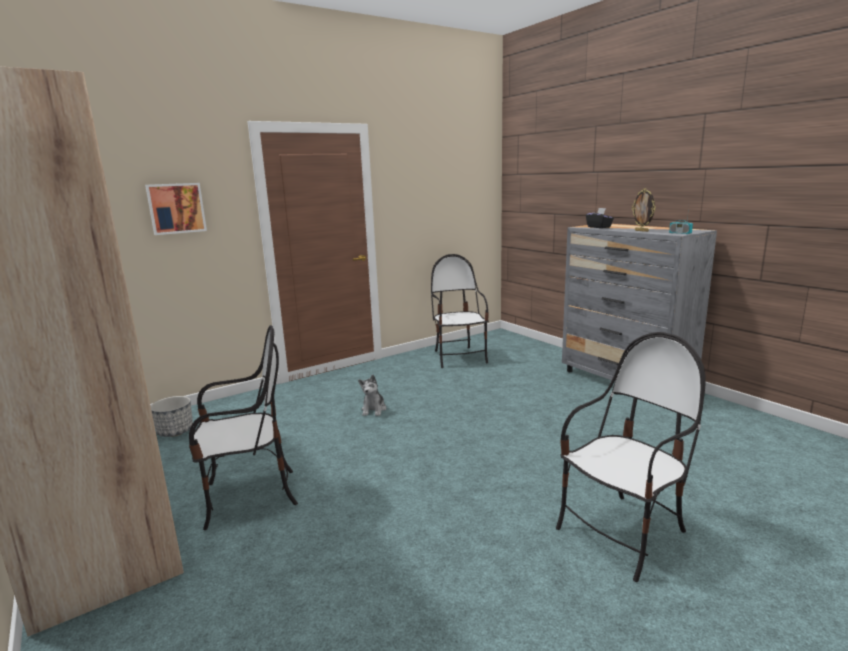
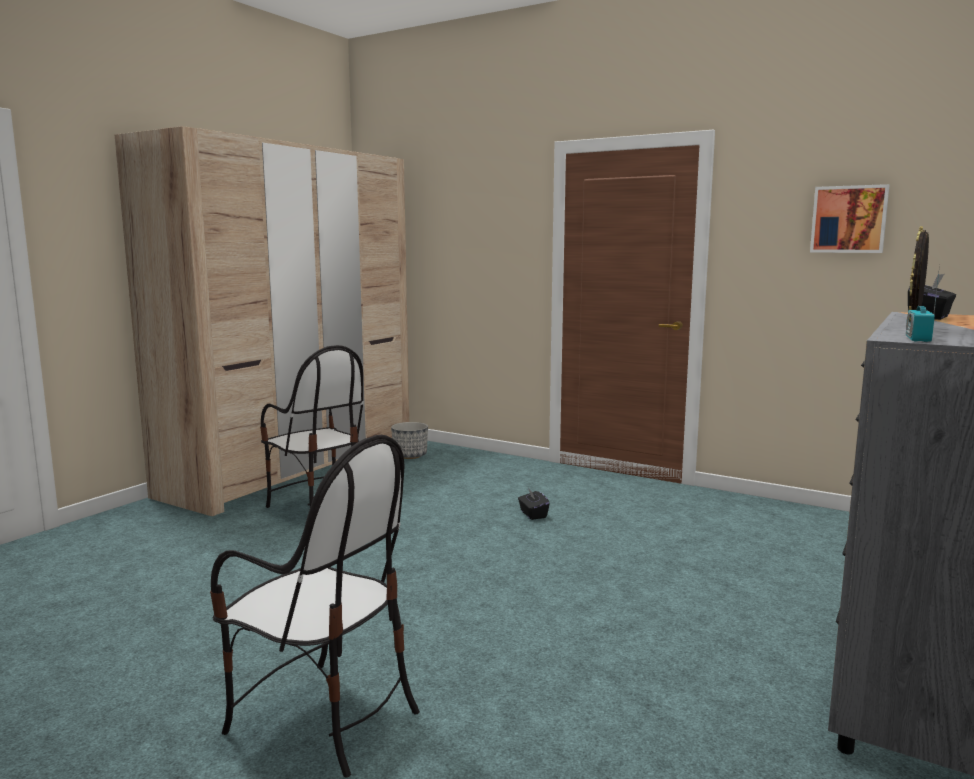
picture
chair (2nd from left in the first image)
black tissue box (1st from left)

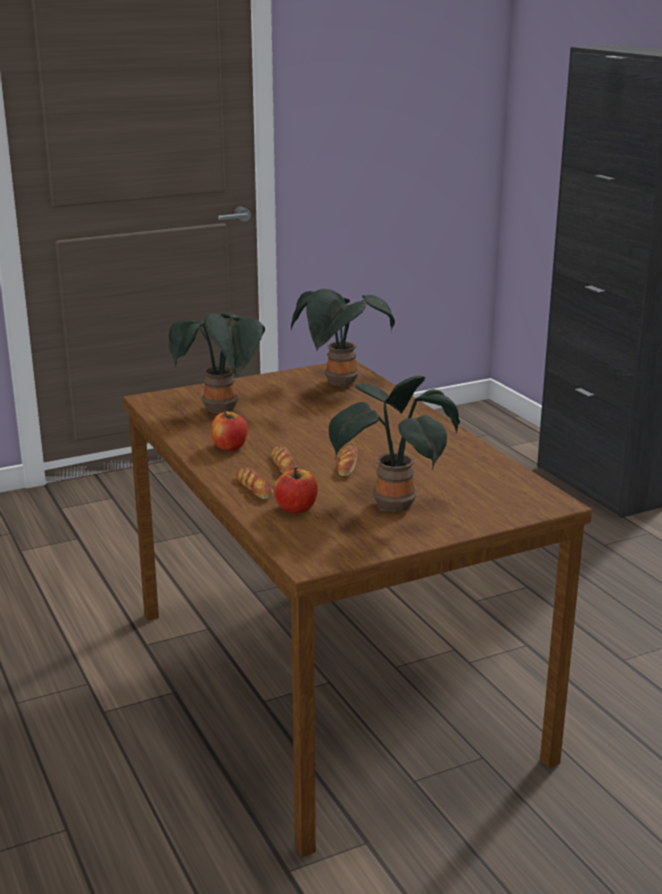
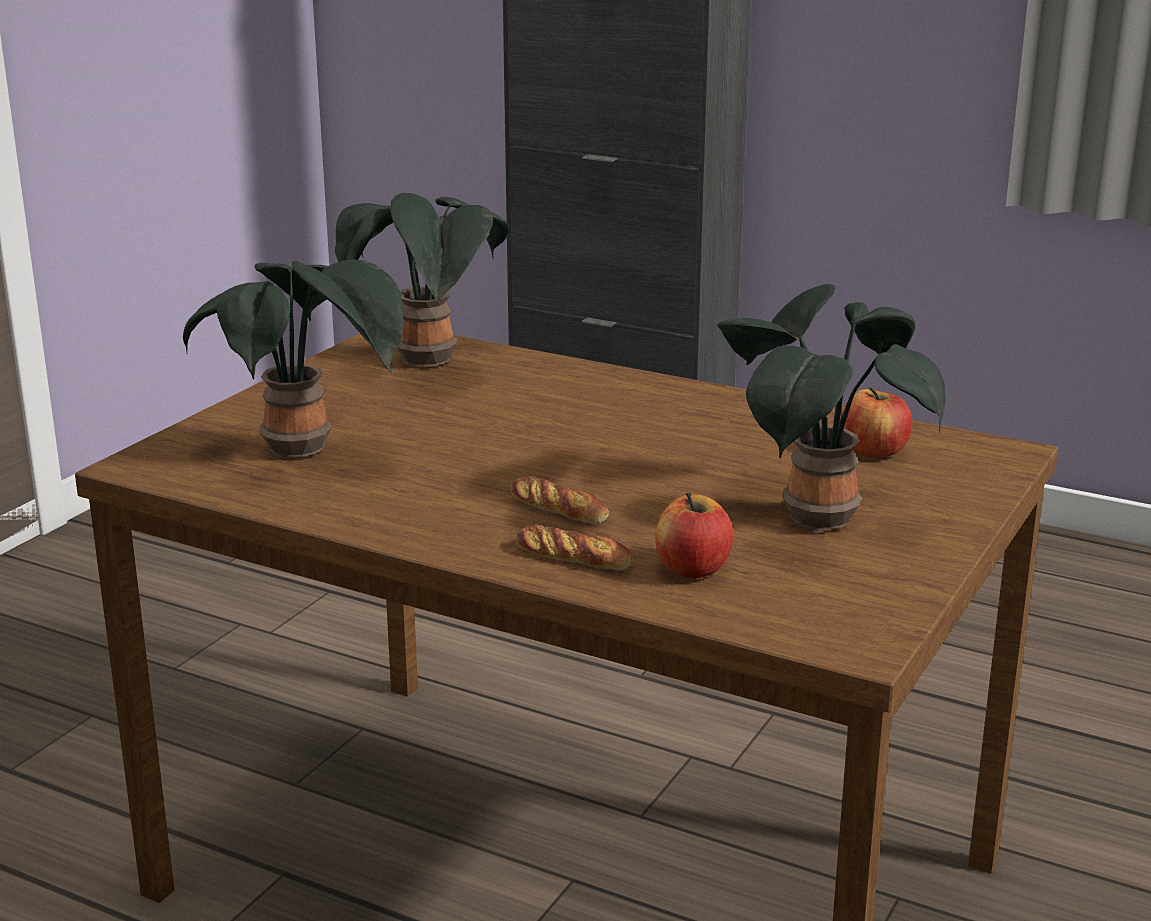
apple (2nd from left)
bread (3rd from left in the first image)

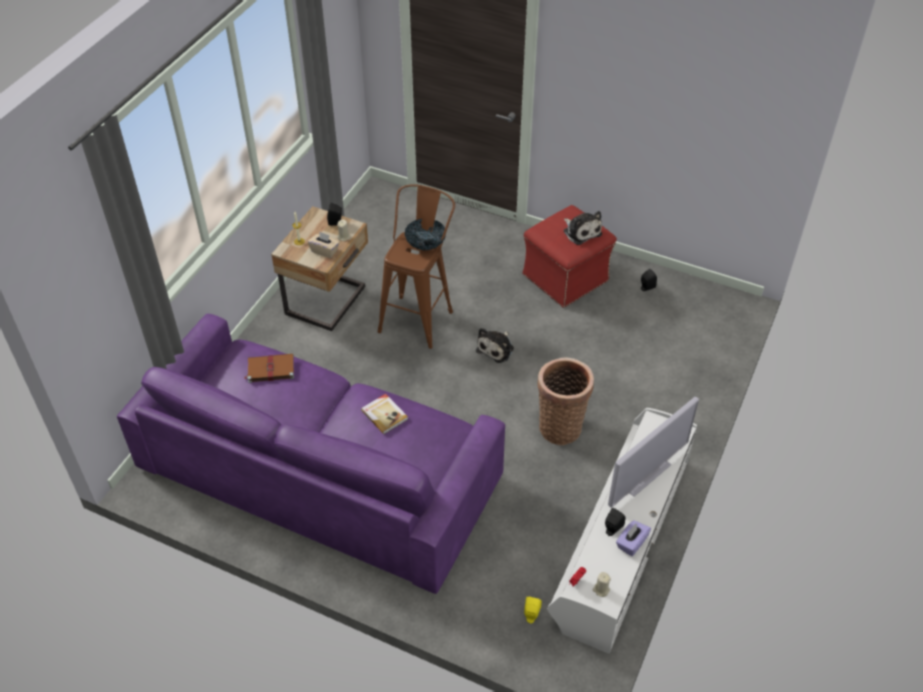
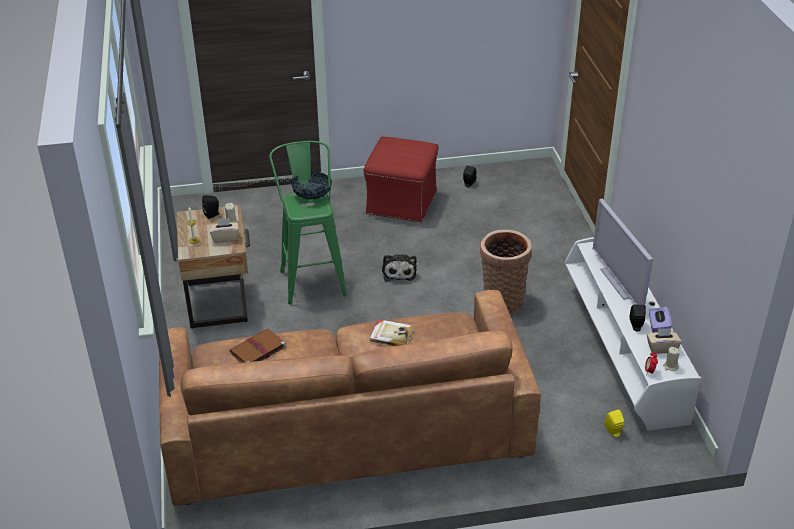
green stool
plush toy (2nd from left in the first image)
brown sofa
television
beige tissue box (2nd from left)

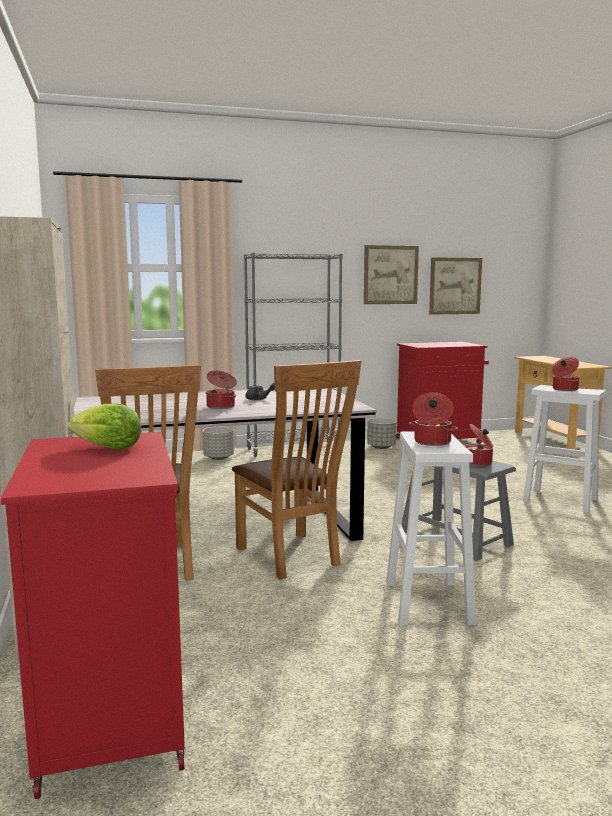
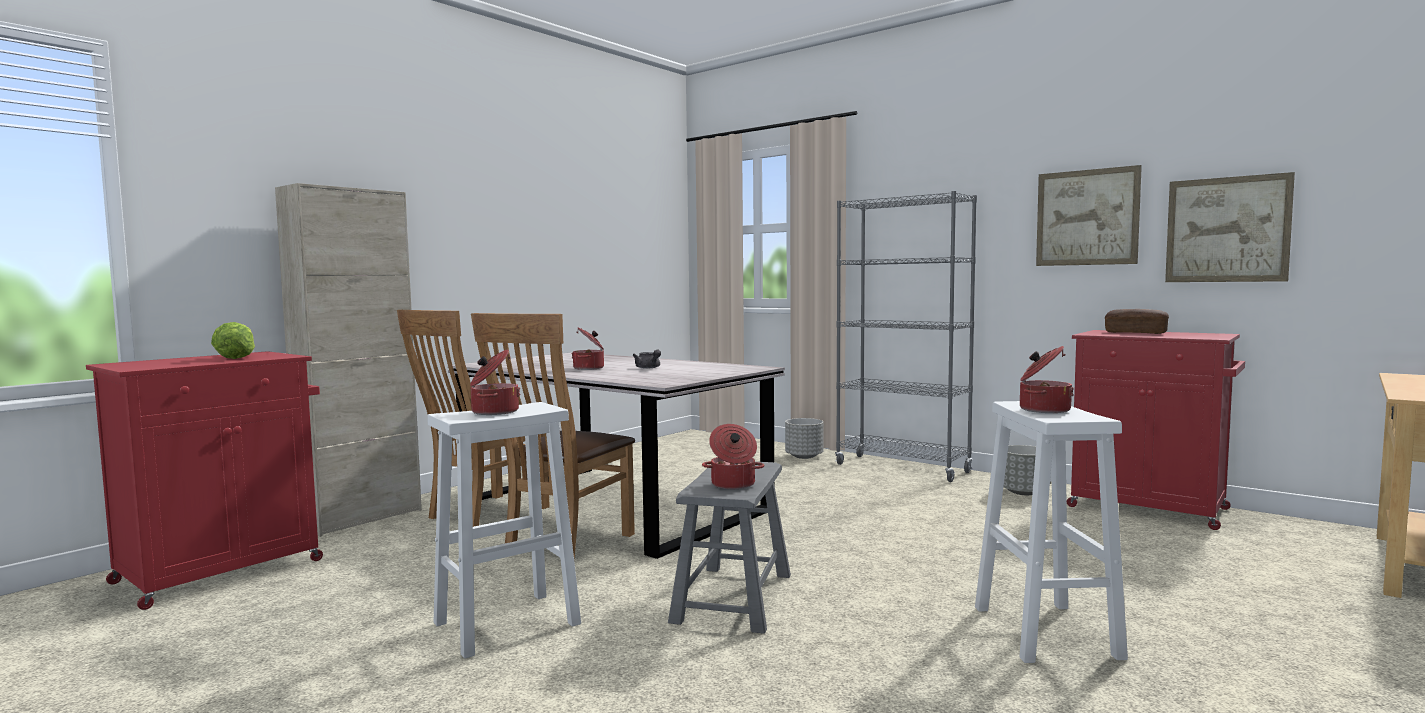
bread

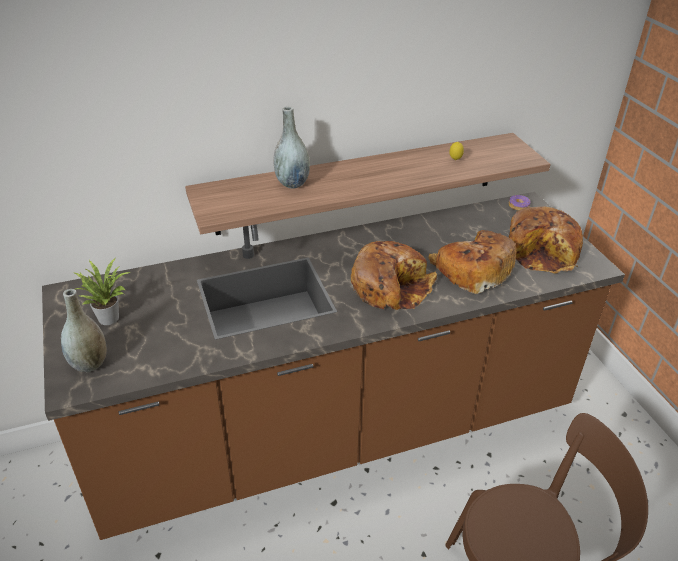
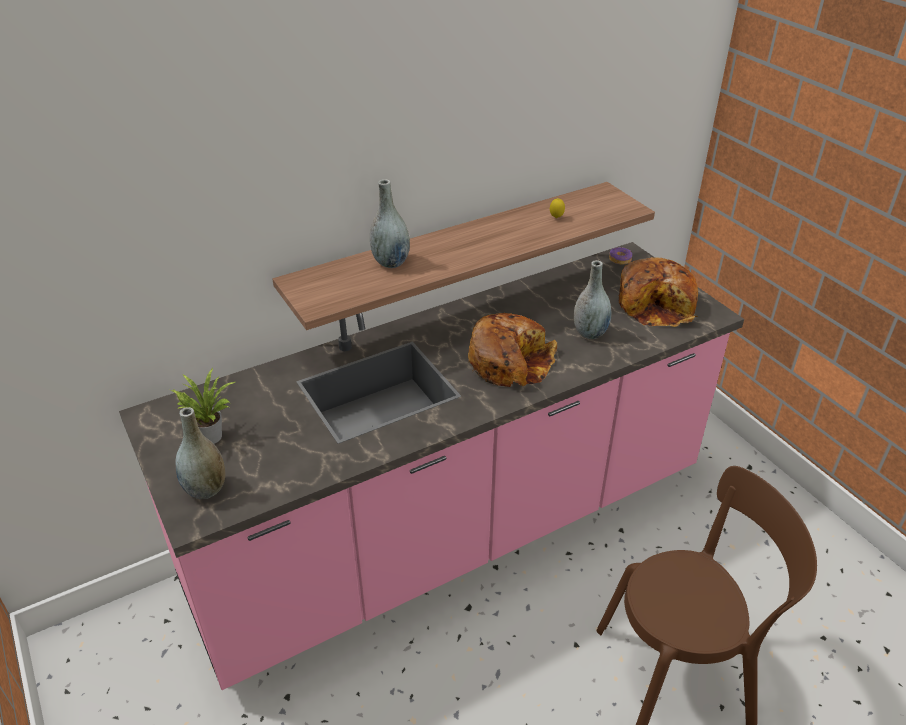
pink counter
grey vase (3rd from left)

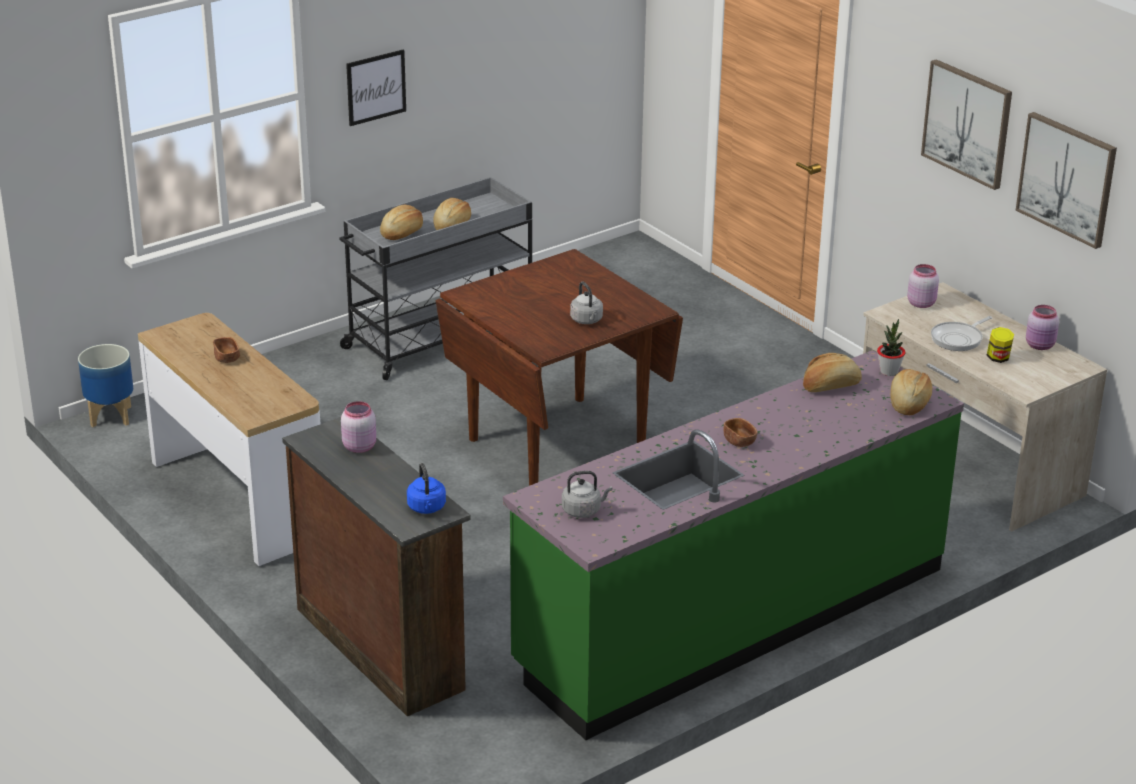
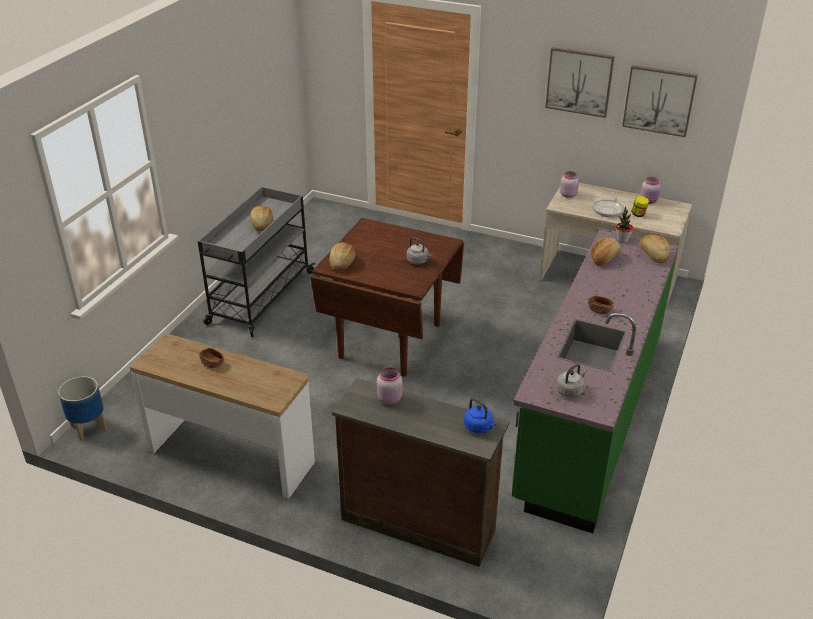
picture (1st from left in the first image)
bread (2nd from left)

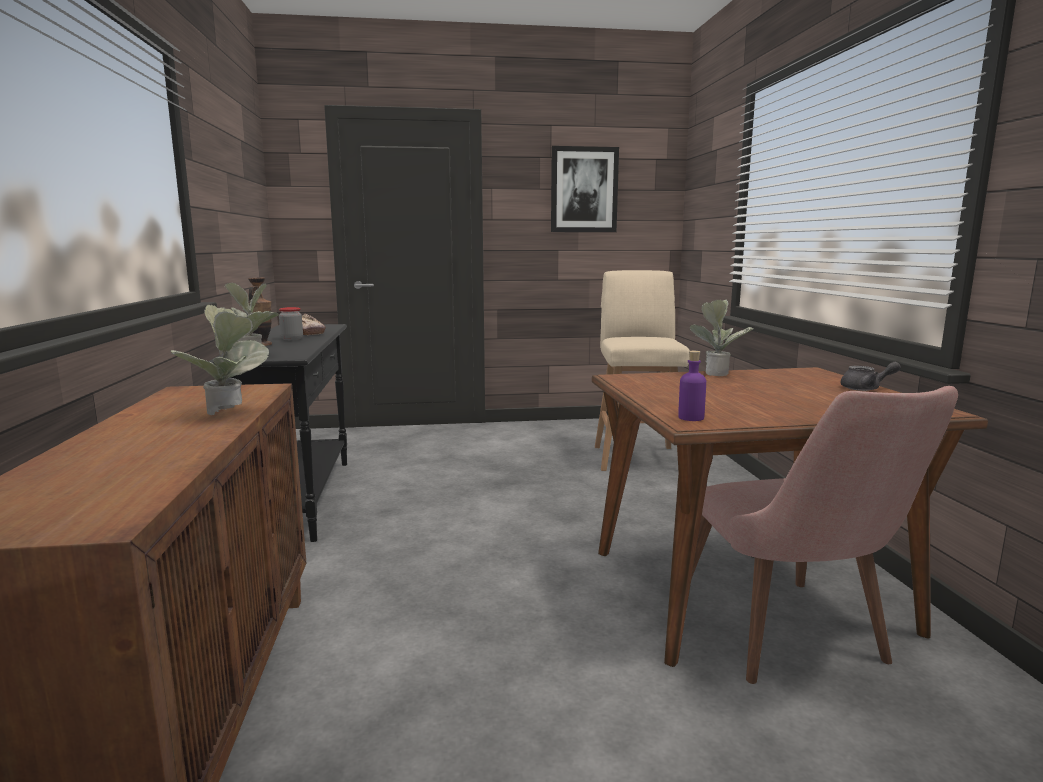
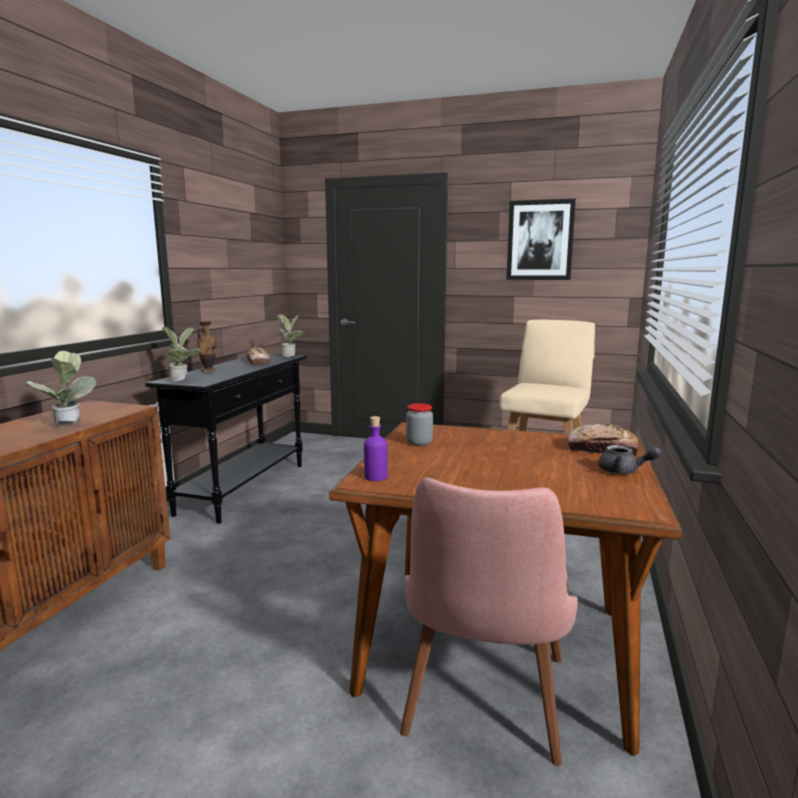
potted plant (3rd from left)
jar
bread (2nd from left)

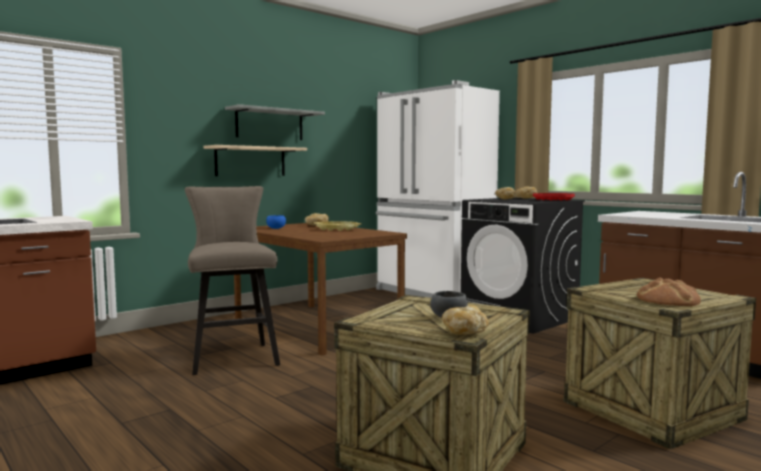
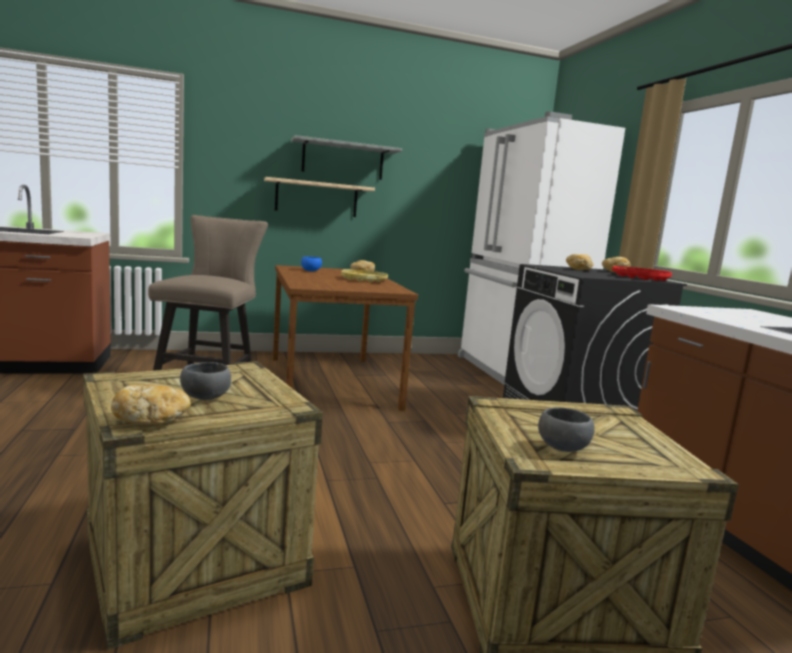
grey bowl (2nd from left)

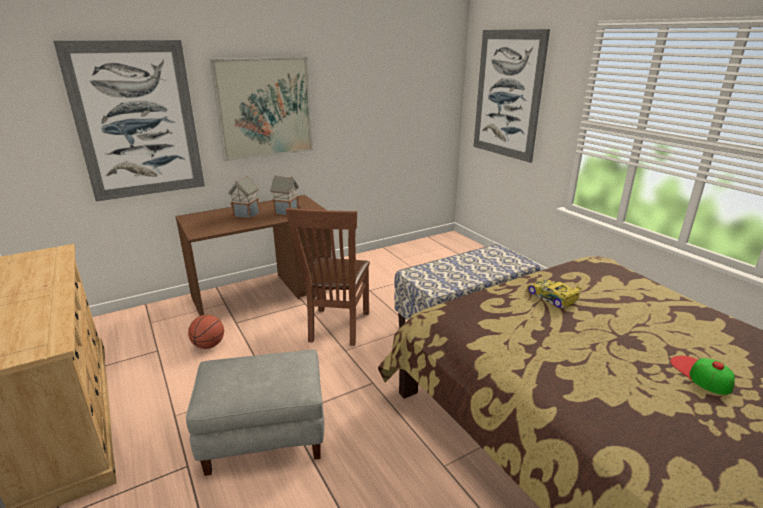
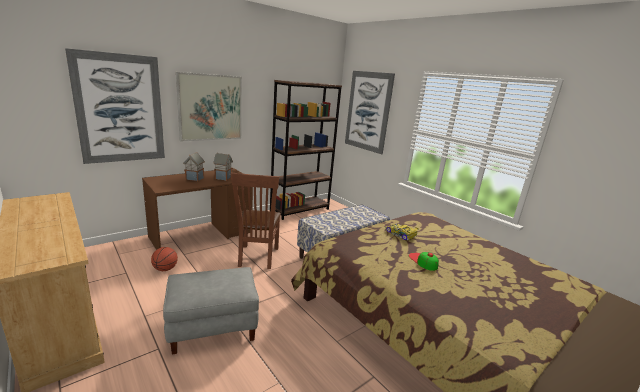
cap
brown bookcase

